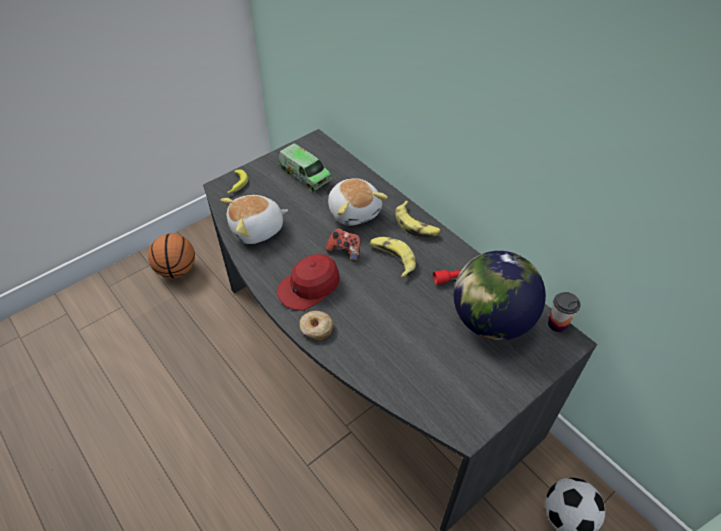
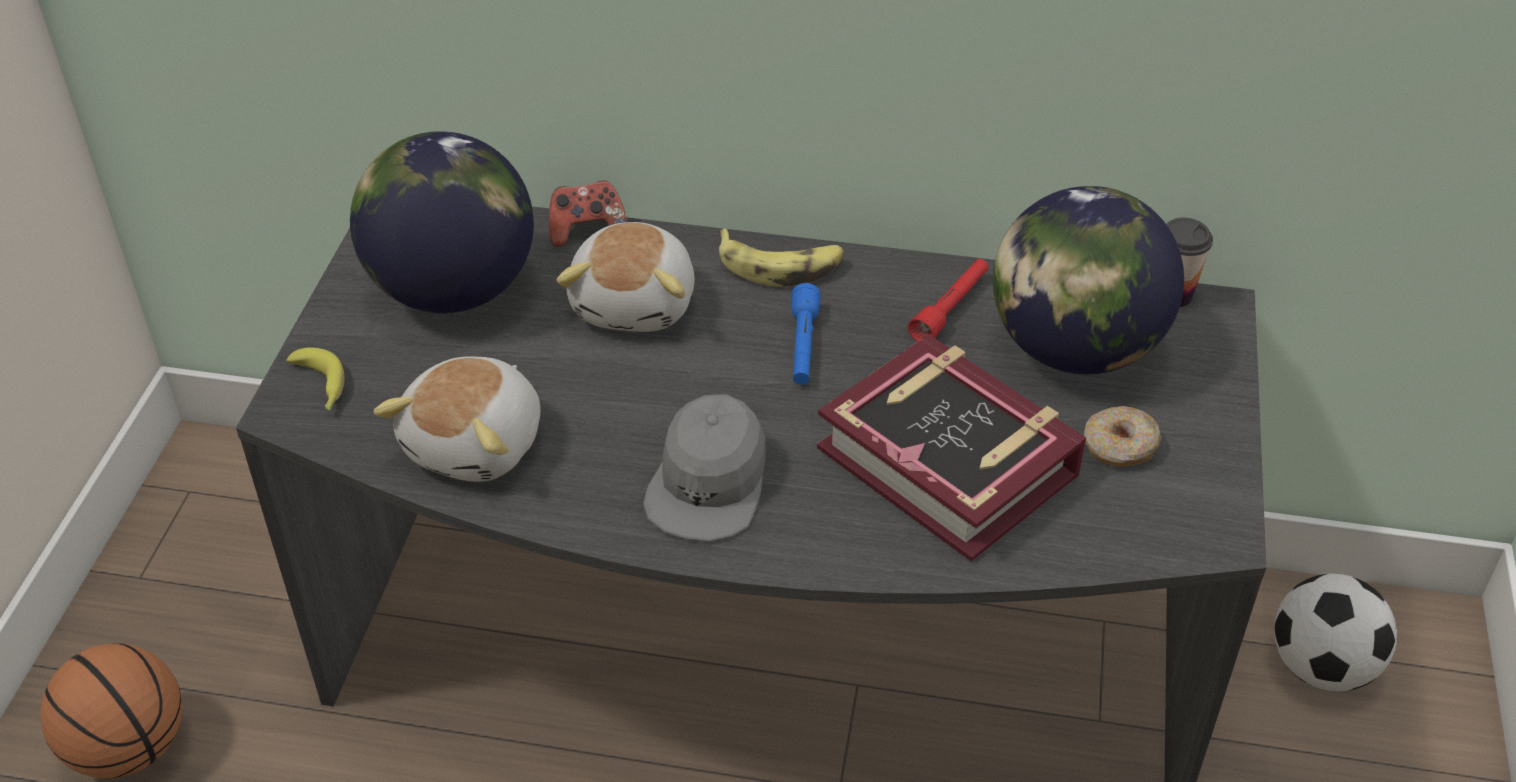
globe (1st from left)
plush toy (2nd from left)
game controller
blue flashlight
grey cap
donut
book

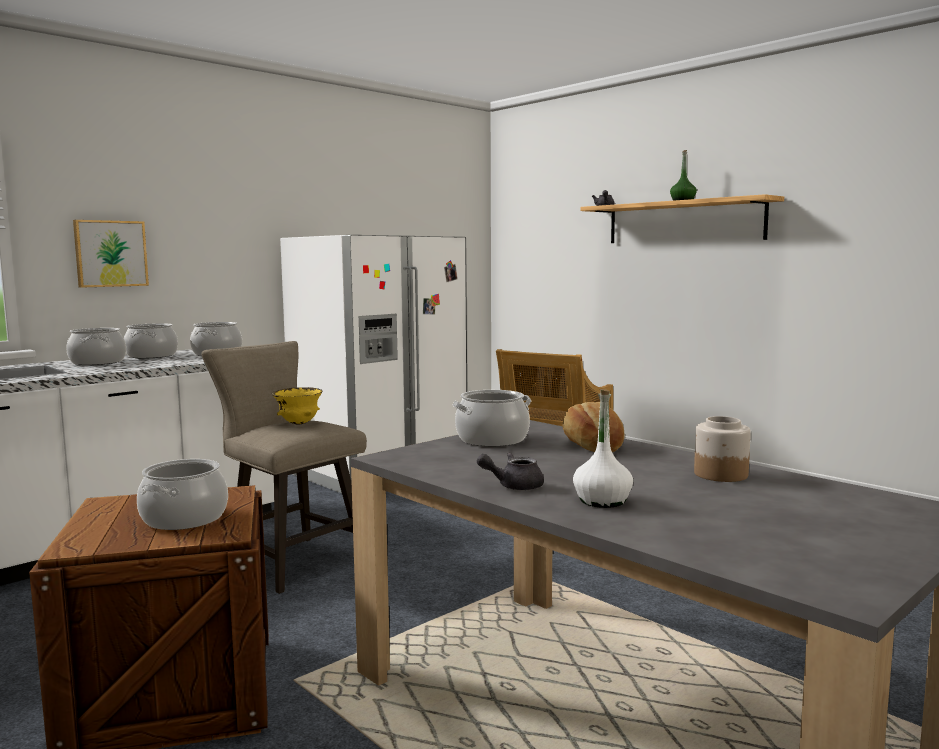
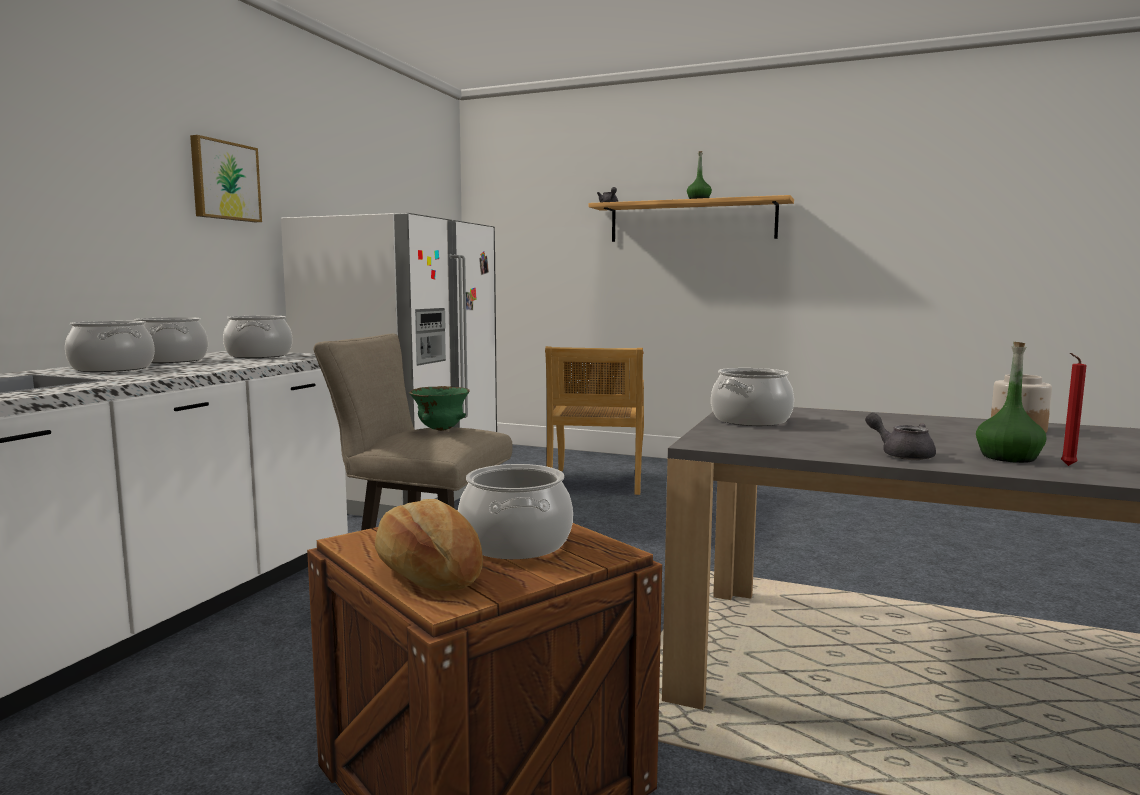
picture
green bowl
green bottle (2nd from left)
bread
grey teapot (2nd from left)
red candle

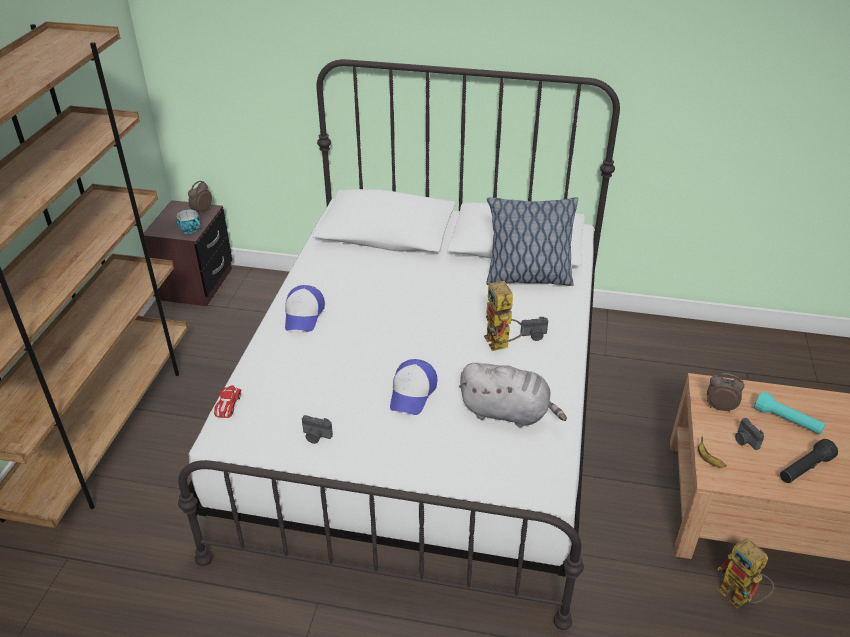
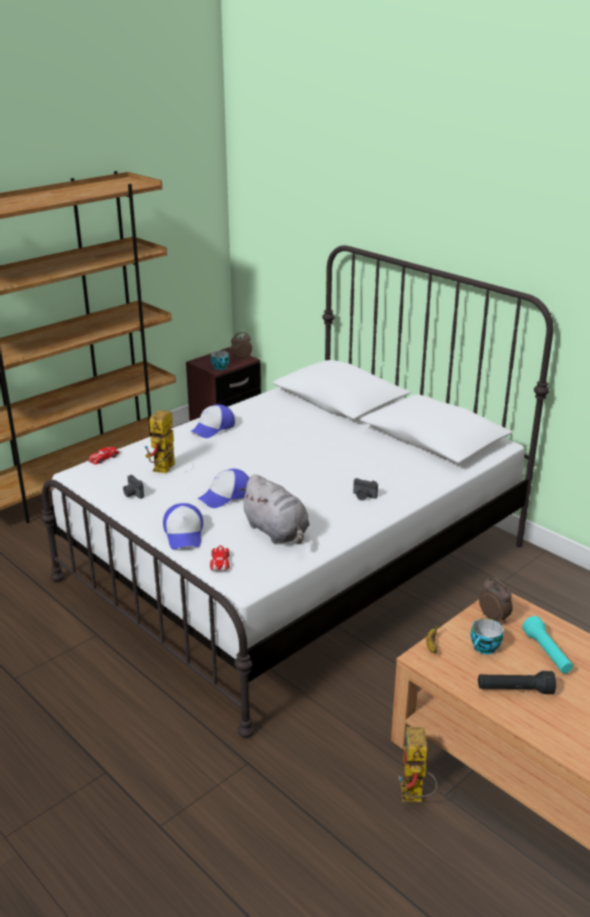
pillow
toy robot (1st from left)
cup (2nd from left)
cap (1st from left)
toy car (2nd from left)

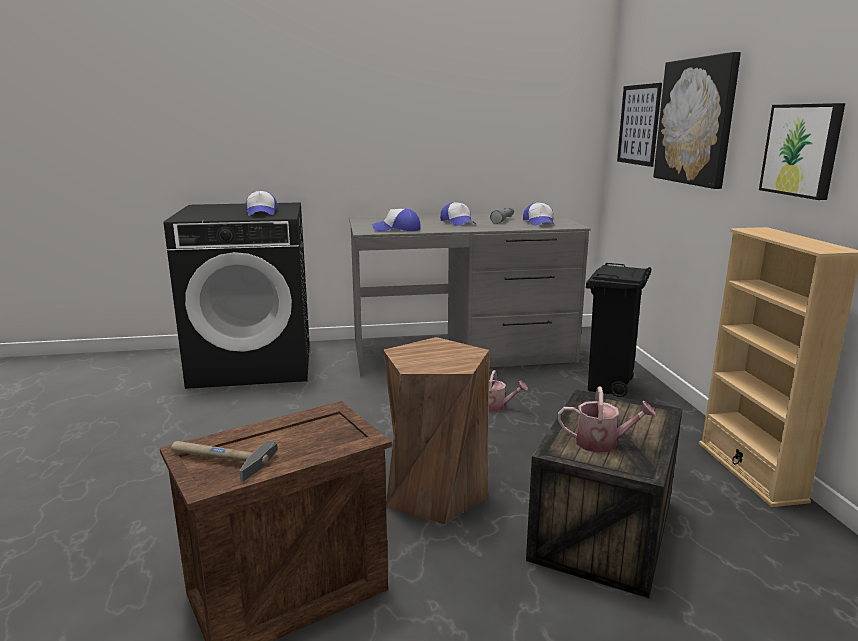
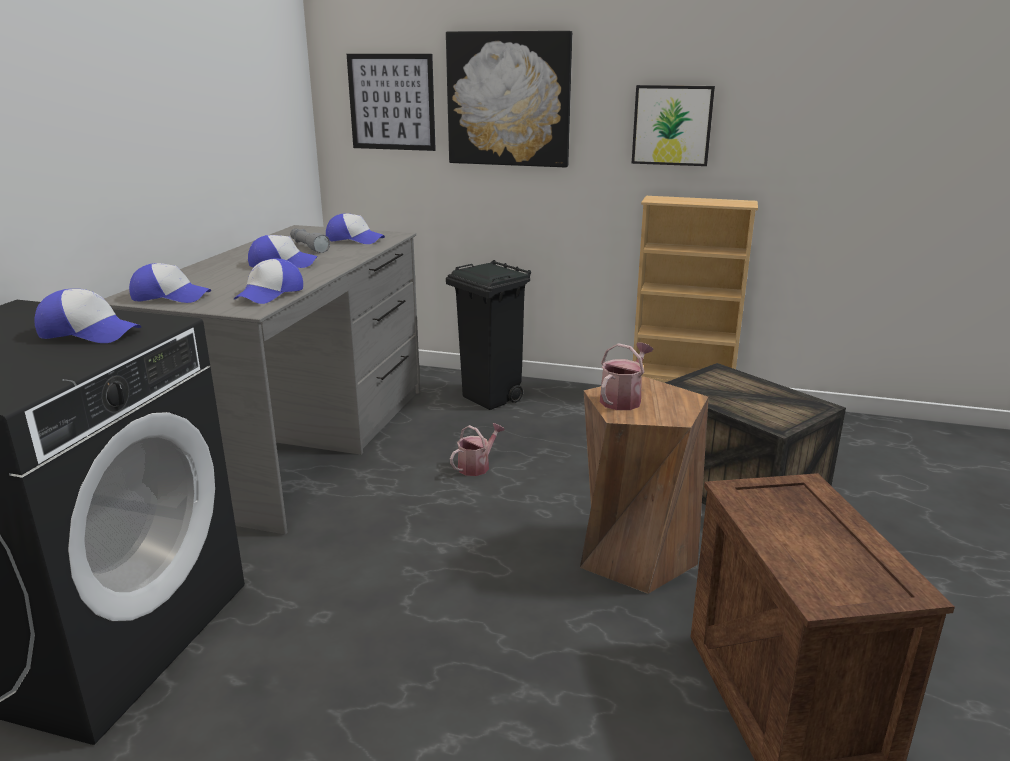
watering can (2nd from left)
hammer
cap (2nd from left)

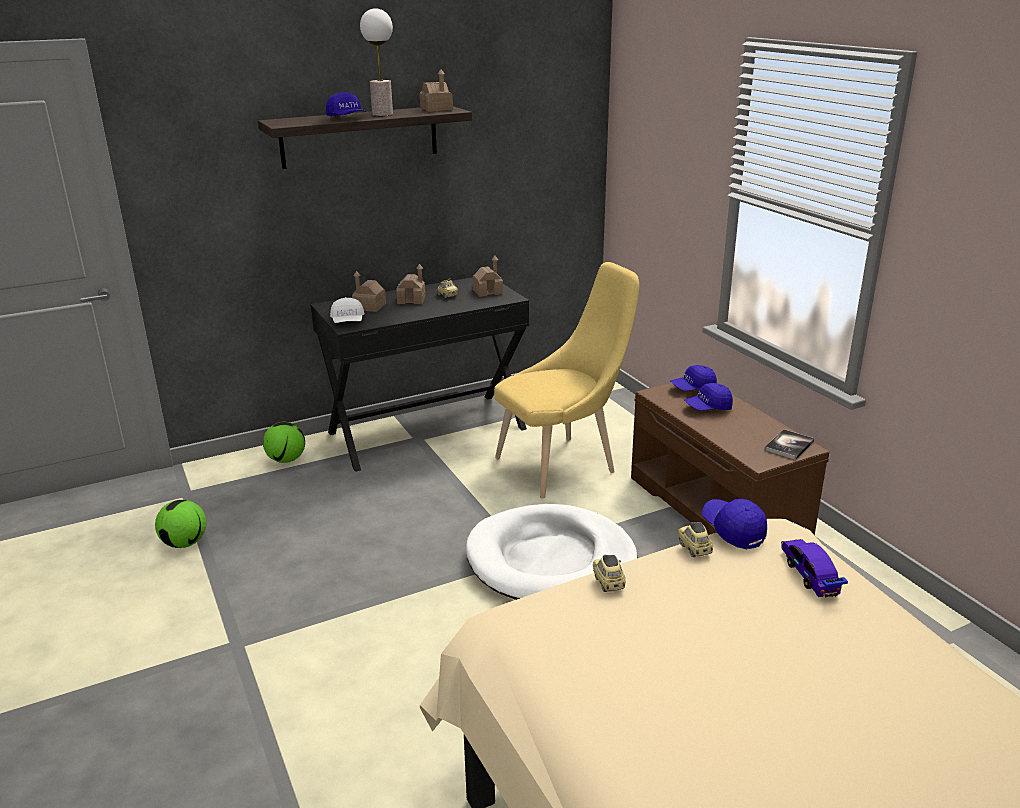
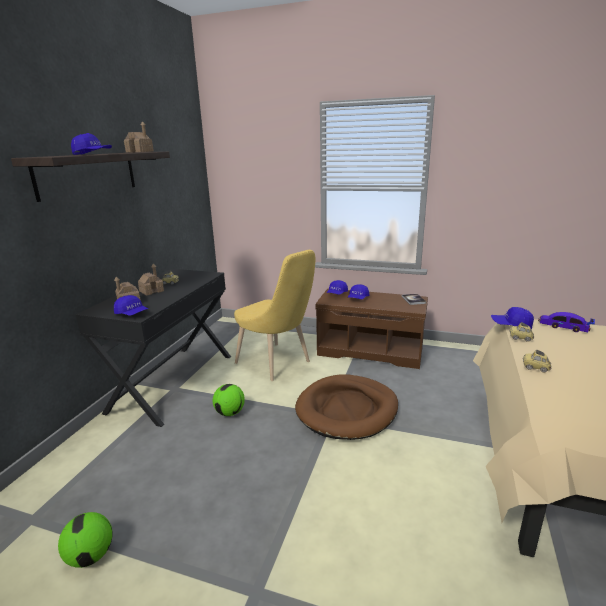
table lamp
toy house (4th from left in the first image)
yellow chair
blue cap (2nd from left)
football (2nd from left)
brown dog bed

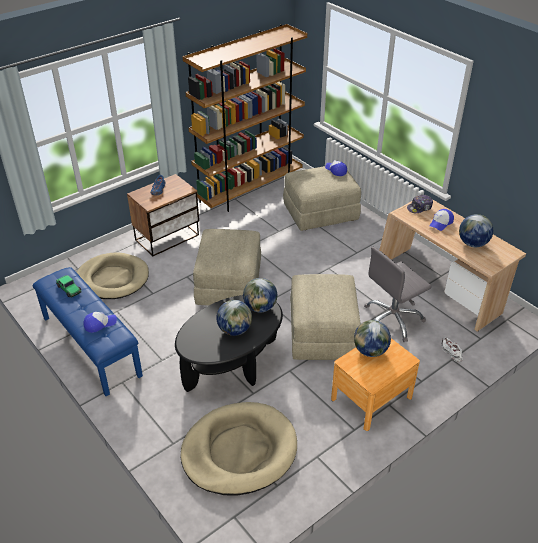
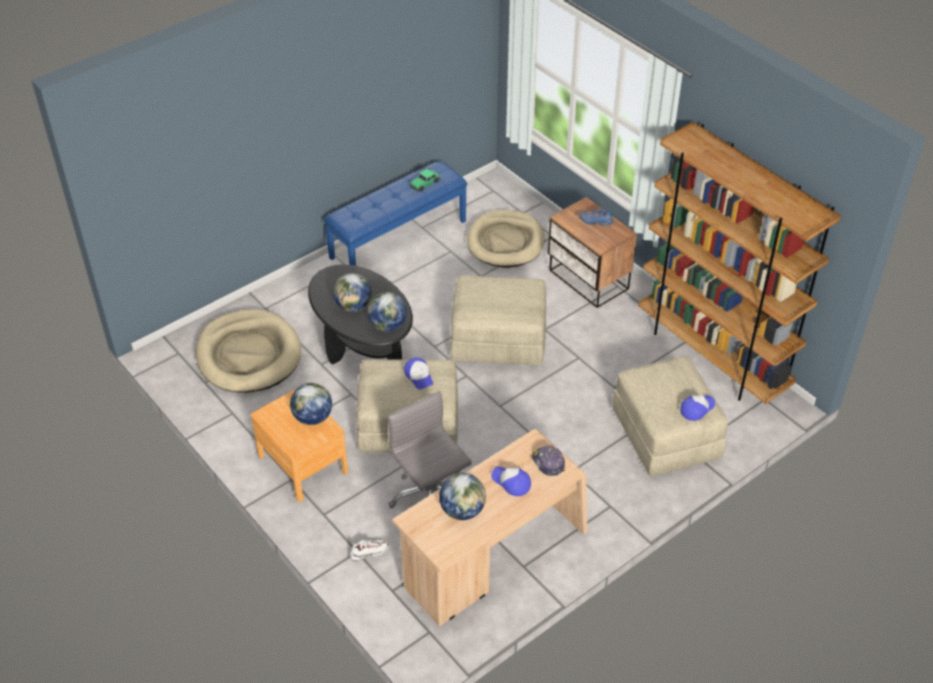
cap (1st from left)

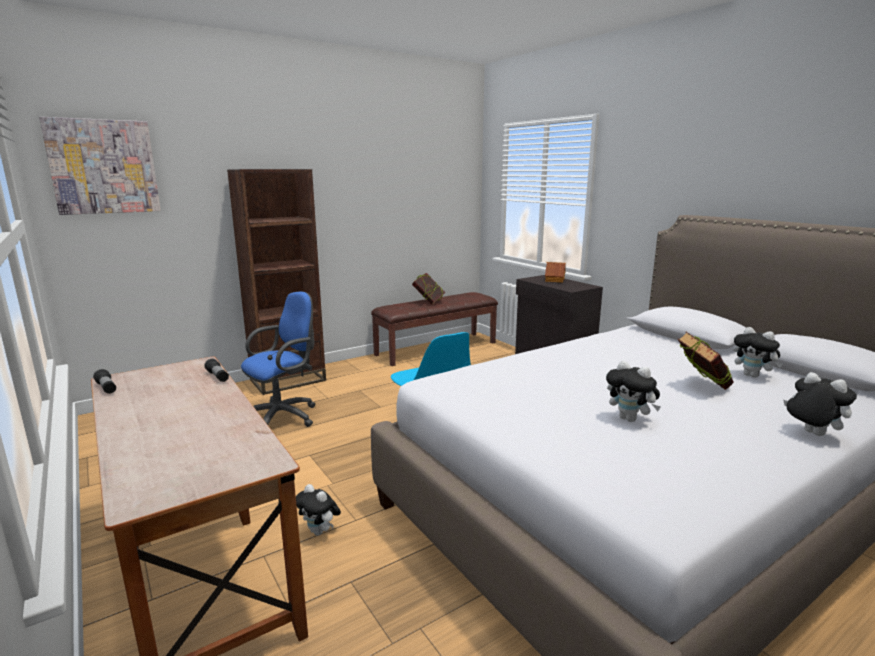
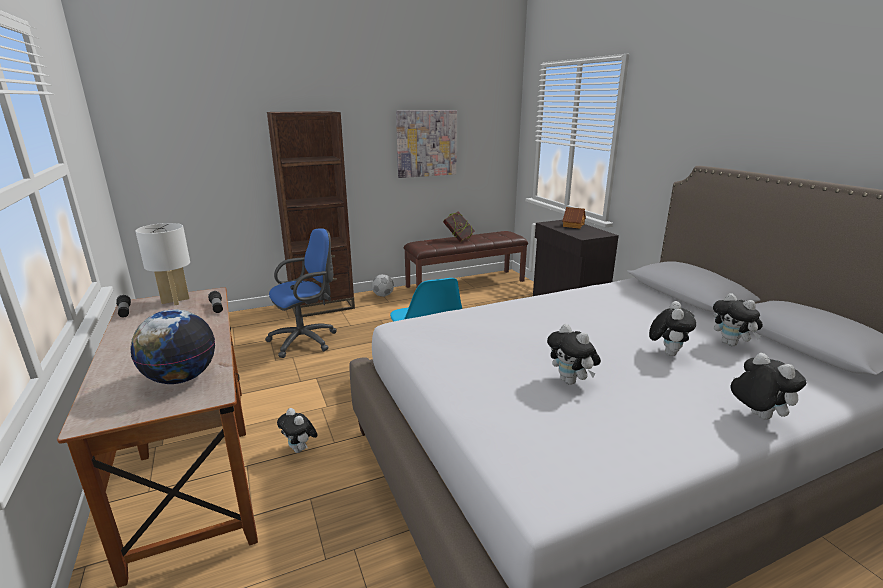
picture
plush toy (3rd from left)
white table lamp
football
globe

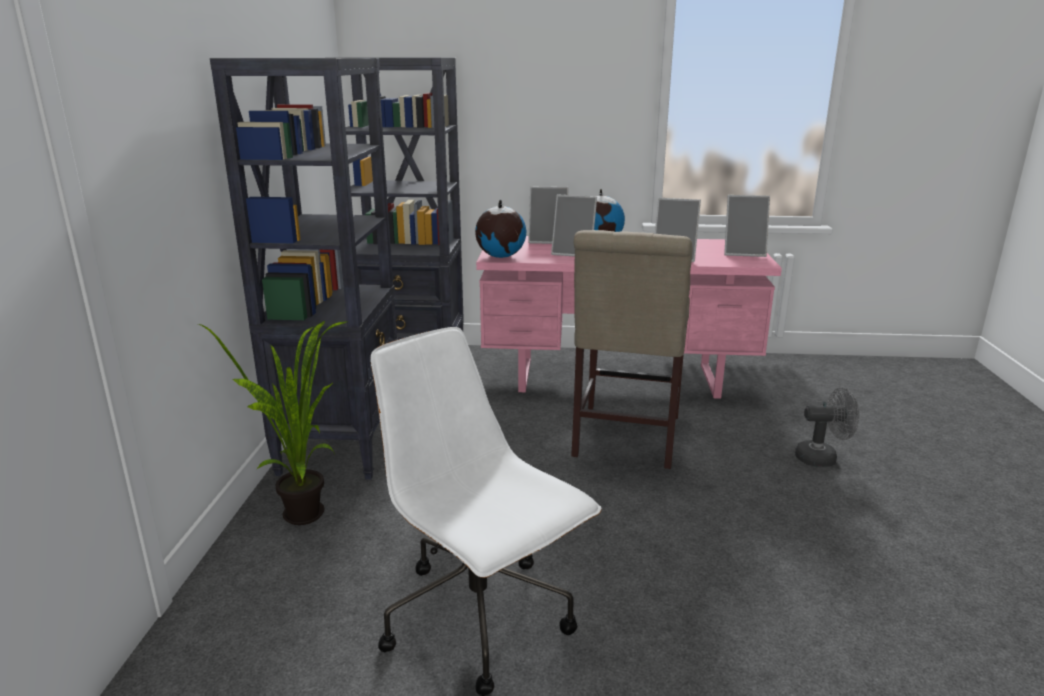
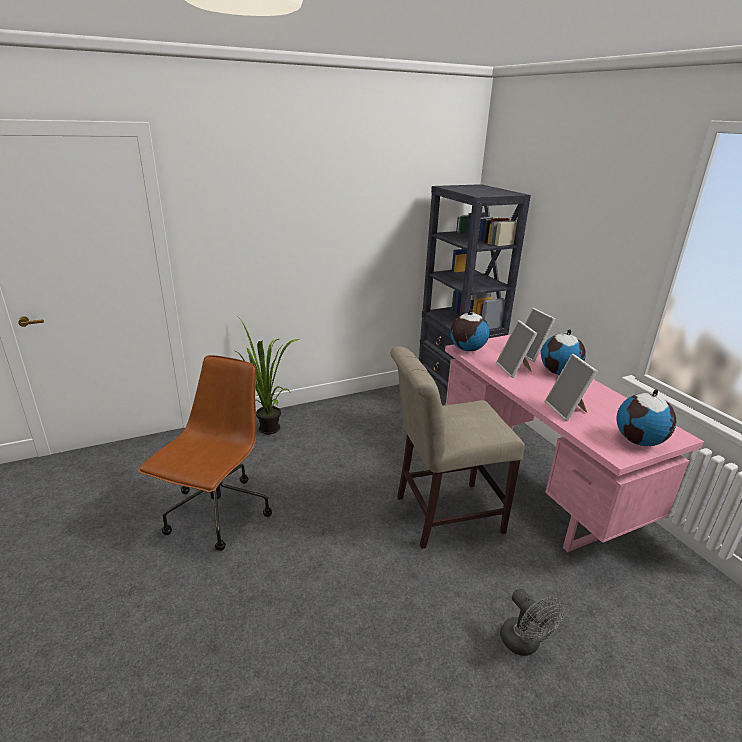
black bookcase (1st from left in the first image)
globe (3rd from left)
brown office chair

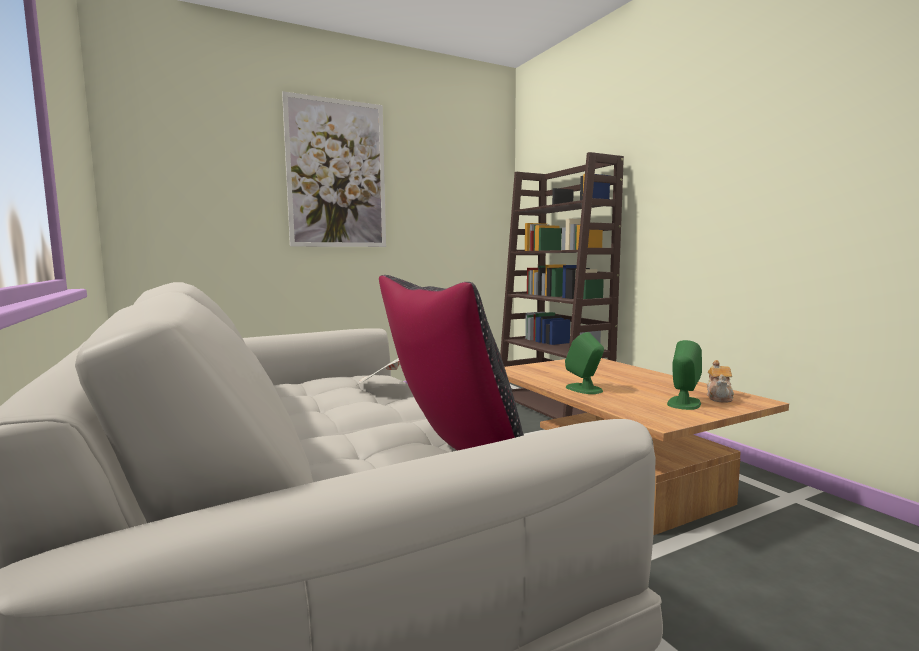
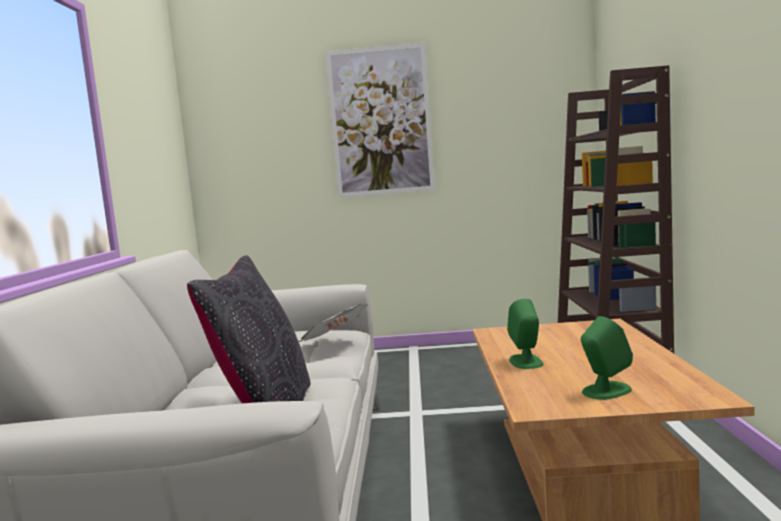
teapot

